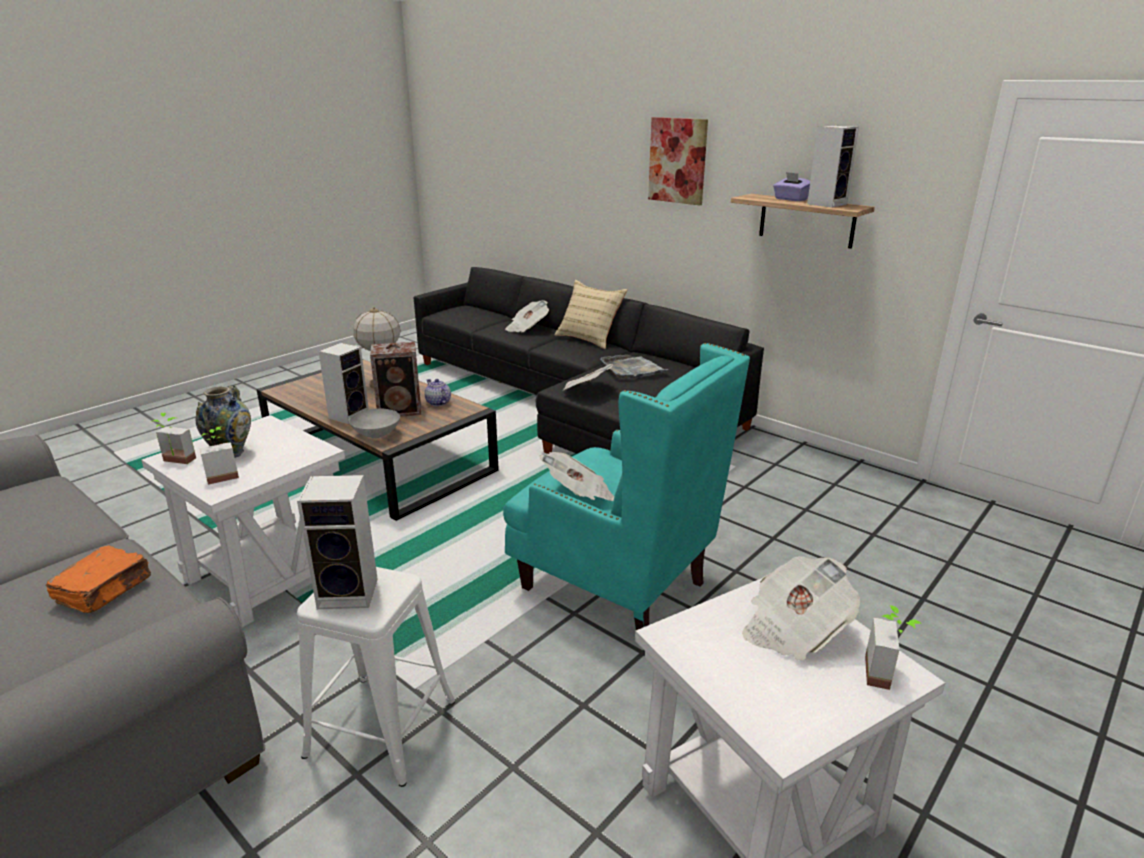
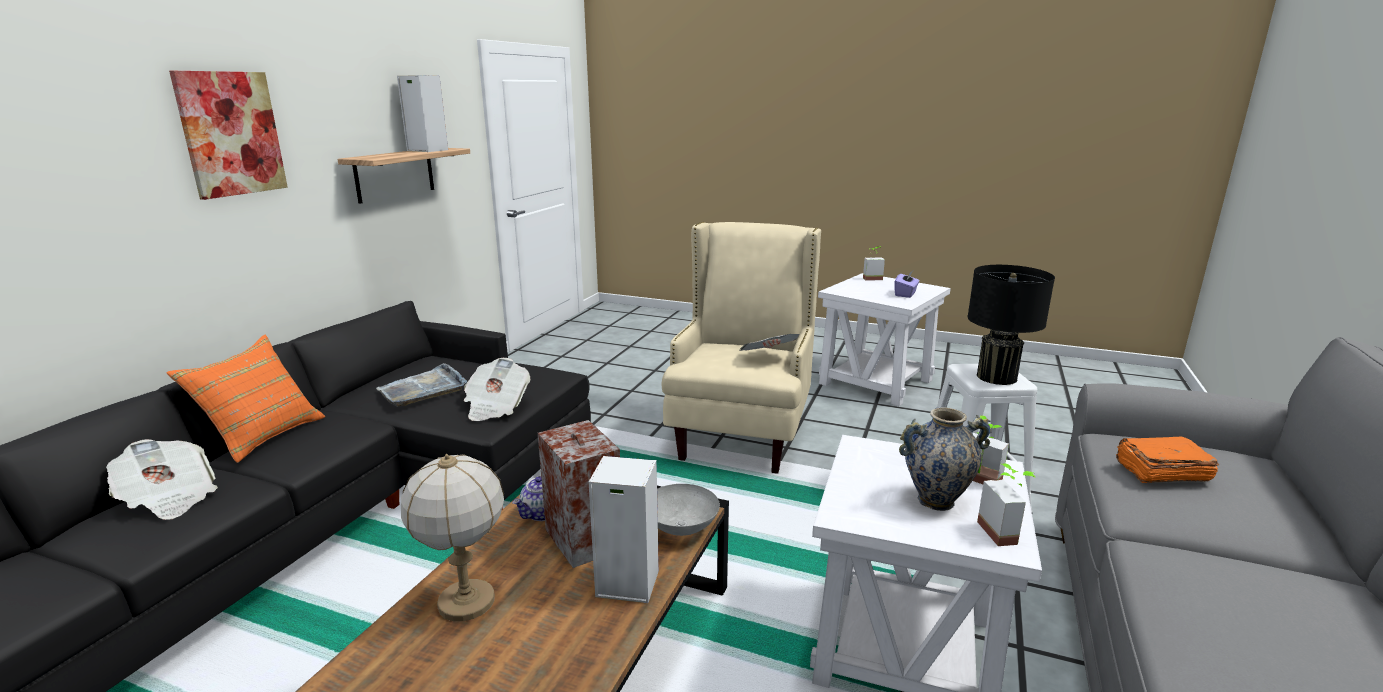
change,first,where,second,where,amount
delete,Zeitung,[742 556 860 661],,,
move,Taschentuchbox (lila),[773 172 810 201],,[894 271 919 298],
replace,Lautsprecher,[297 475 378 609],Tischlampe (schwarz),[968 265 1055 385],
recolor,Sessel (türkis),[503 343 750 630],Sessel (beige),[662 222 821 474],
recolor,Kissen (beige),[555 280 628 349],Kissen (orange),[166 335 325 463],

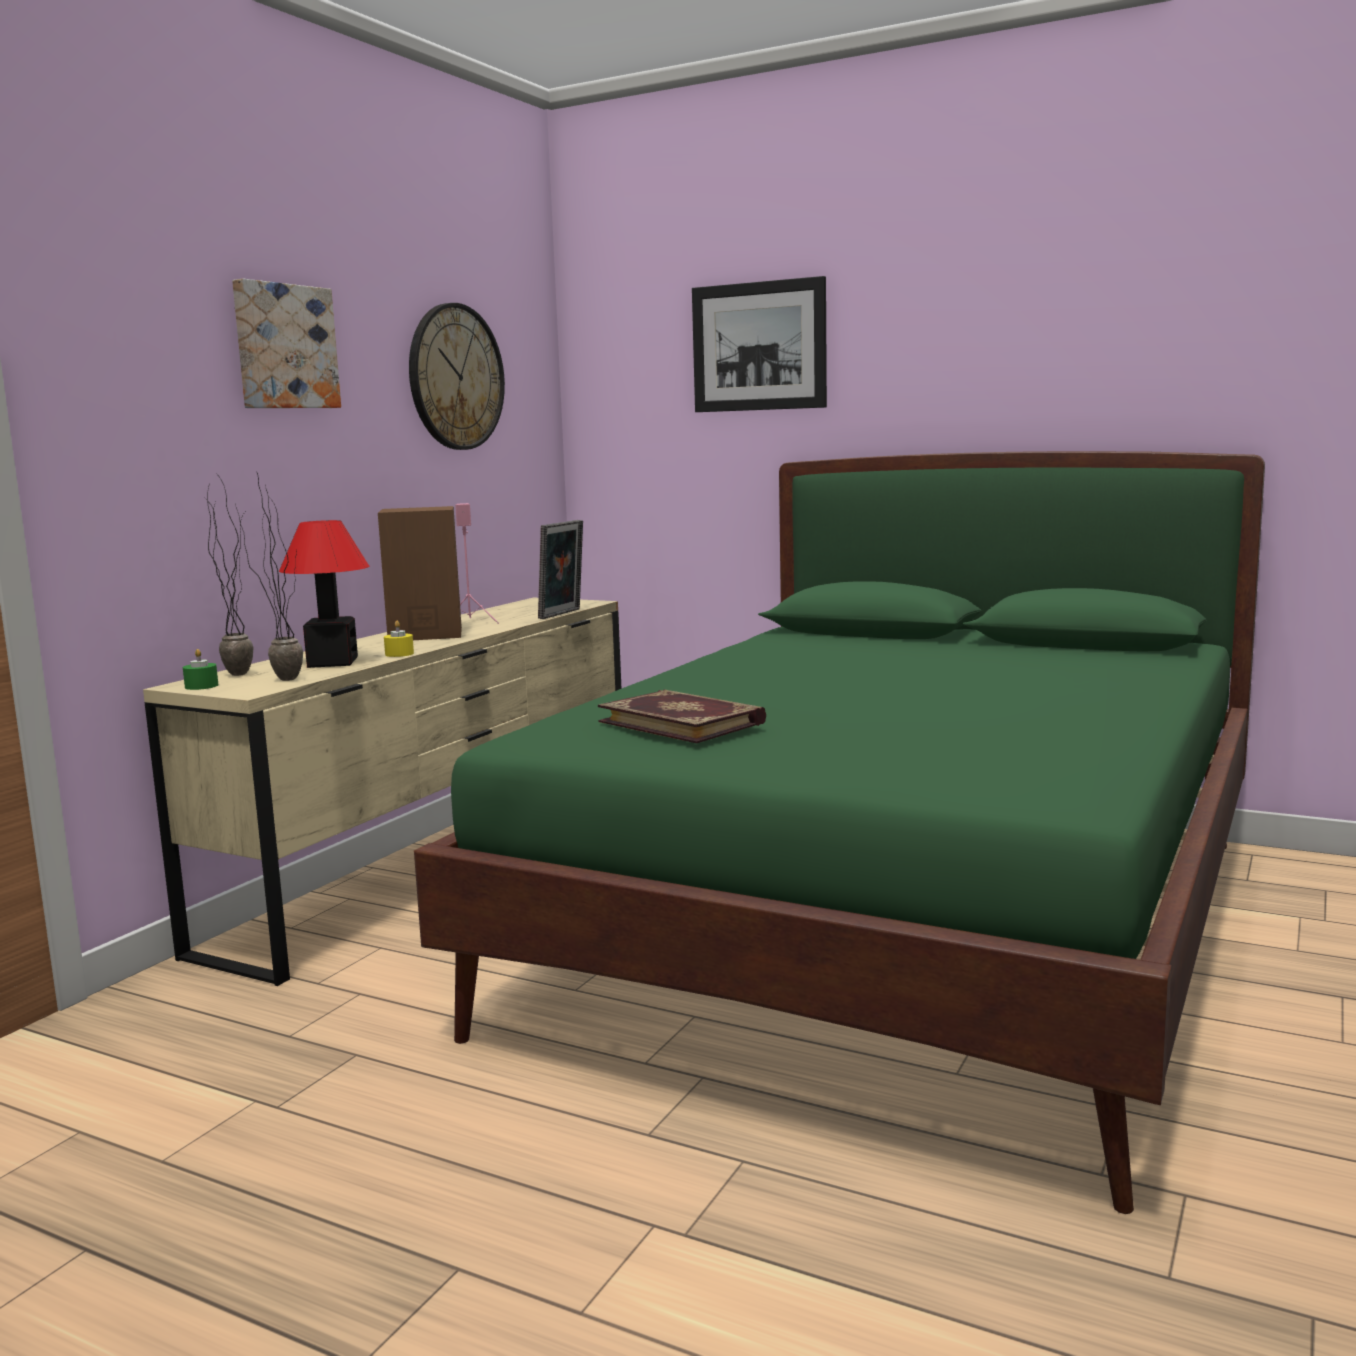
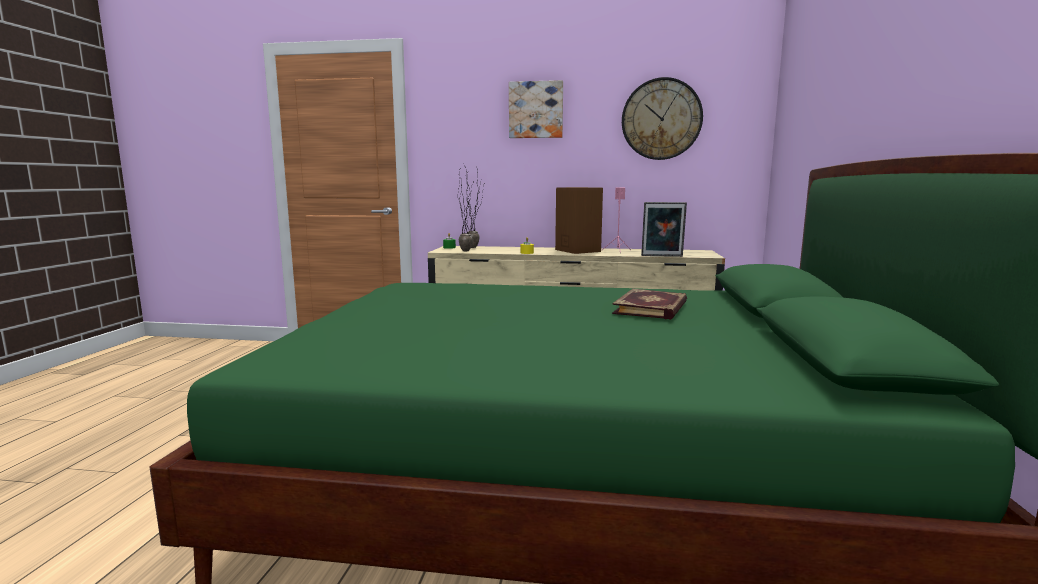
change,first,where,second,where,amount
delete,Tischlampe,[279 520 370 668],,,
delete,Bild,[692 276 827 412],,,
move,Buch,[598 689 766 743],,[612 289 687 320],

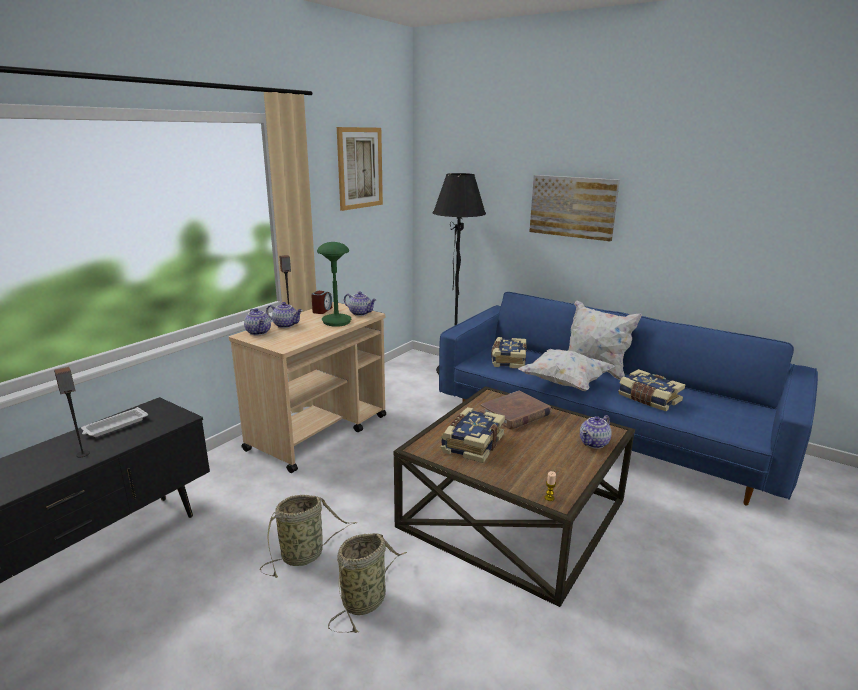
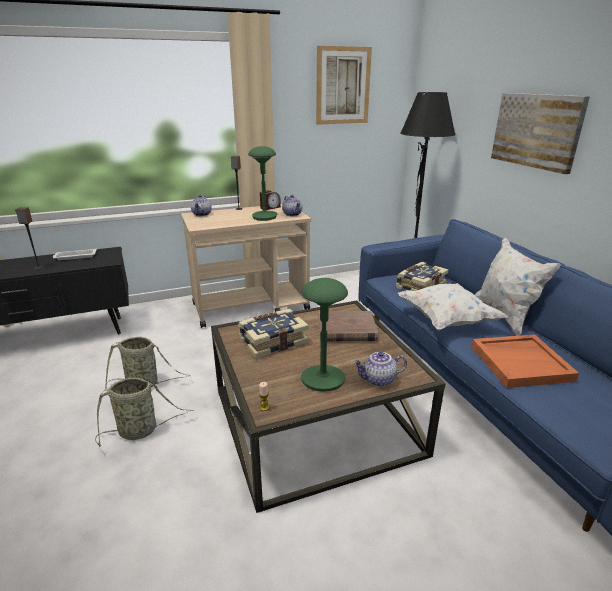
change,first,where,second,where,amount
delete,Teekanne,[266 302 303 328],,,
insert,,,Tischlampe (grün),[301 278 348 392],
replace,Buch,[618 369 685 411],Tablett (orange),[471 334 579 388],

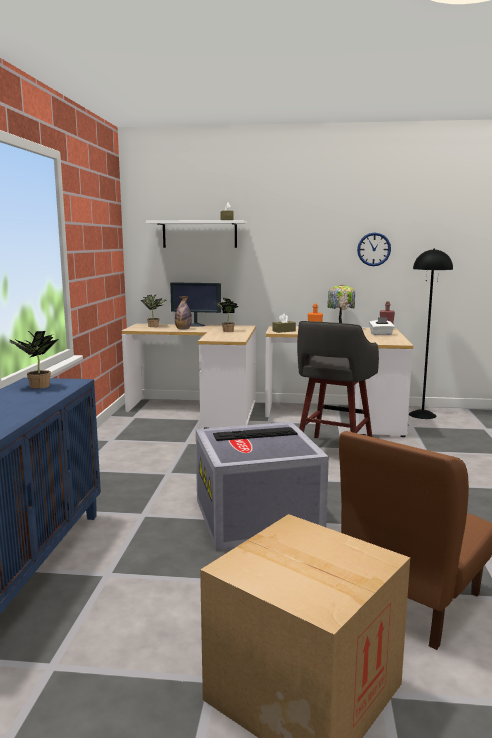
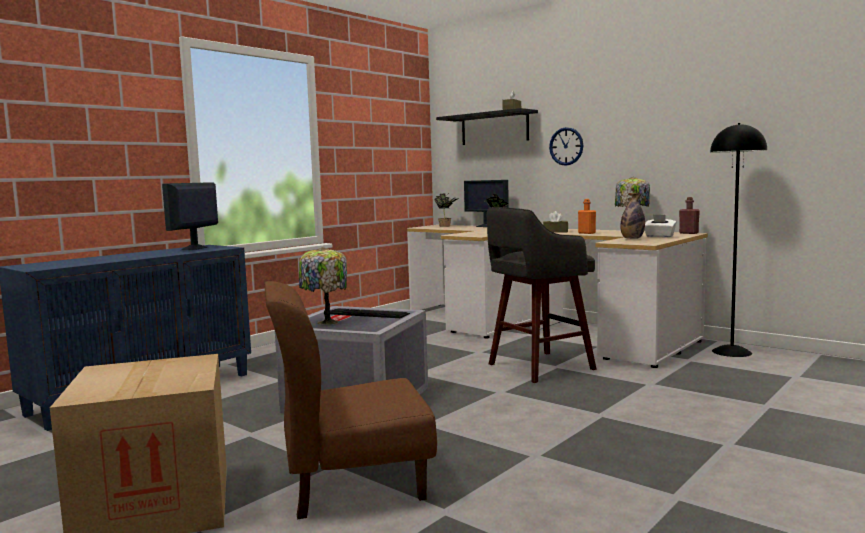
change,first,where,second,where,amount
insert,,,Tischlampe,[299 247 347 325],
move,Flasche,[175 296 192 329],,[620 193 645 239],
move,Wanduhr,[357 233 391 266],,[549 127 584 166],
replace,Topfpflanze,[10 330 59 389],Monitor,[162 182 218 250],
recolor,Wandregal (weiß),[146 220 247 248],Wandregal (schwarz),[436 108 538 145],

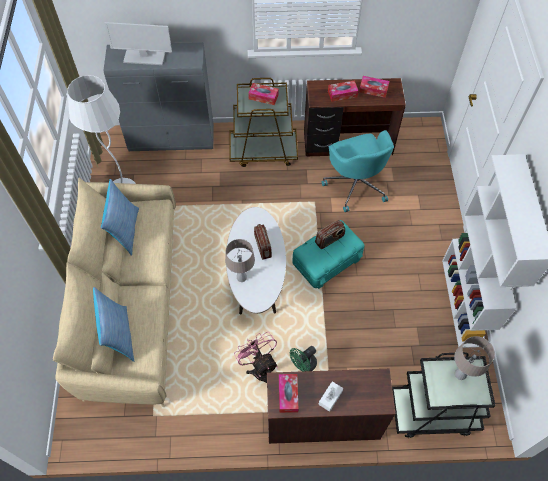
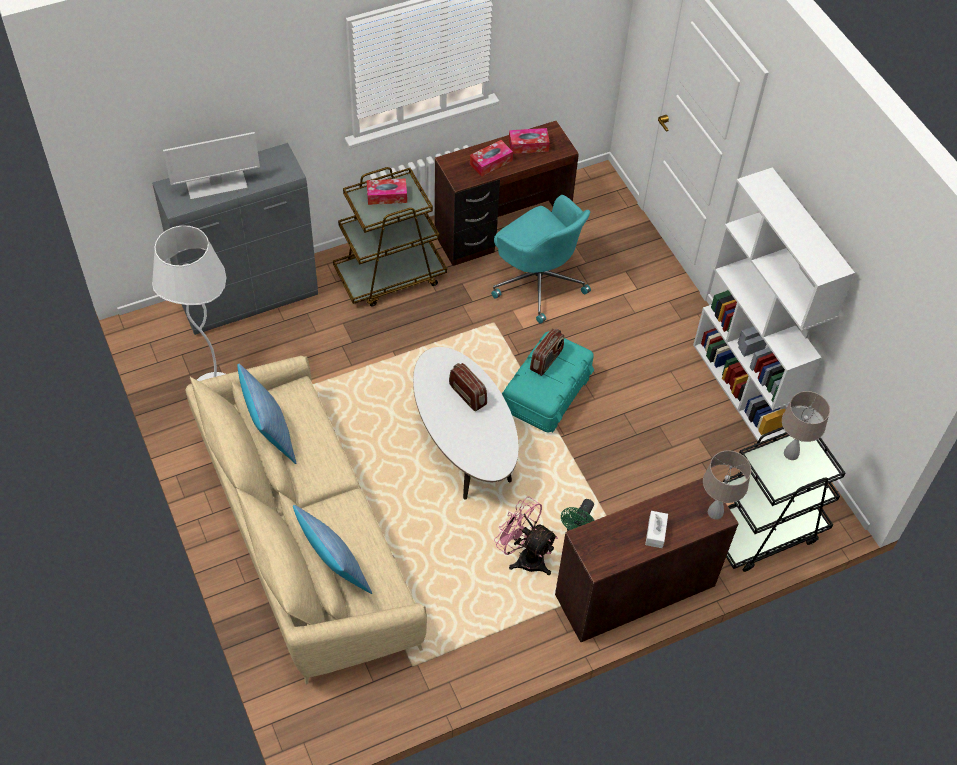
change,first,where,second,where,amount
delete,Taschentuchbox,[279 374 298 413],,,
move,Tischlampe (beige),[225 239 255 282],,[703 450 751 519],

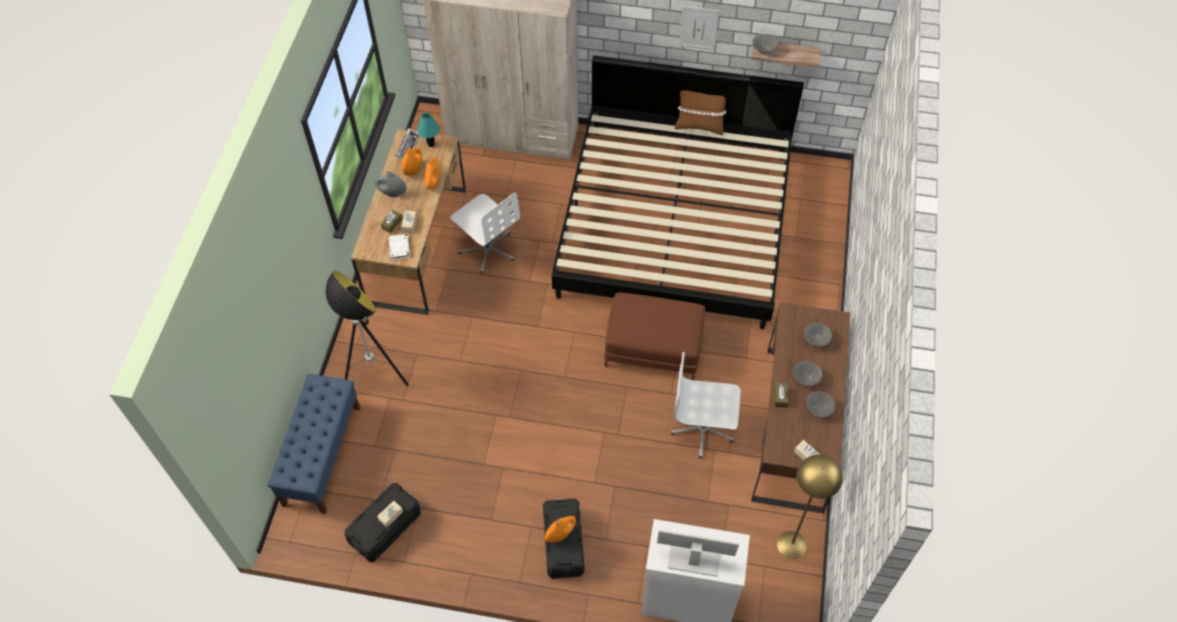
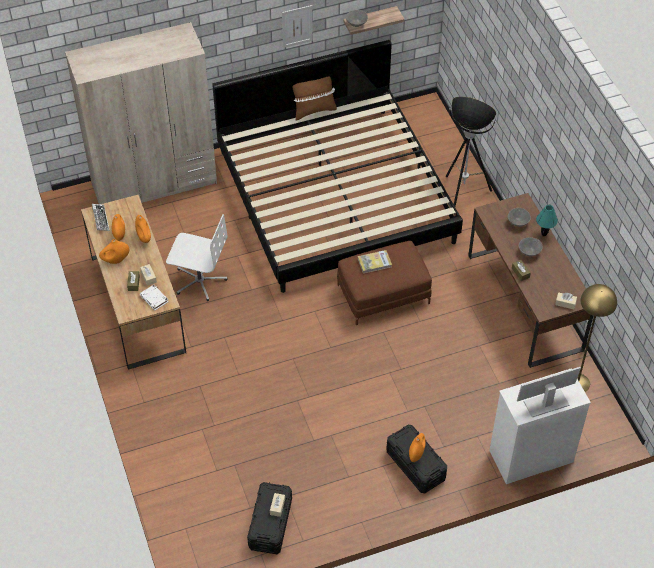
change,first,where,second,where,amount
delete,Bank (blau),[267 374 360 514],,,
delete,Bürostuhl (weiß),[671 352 741 458],,,
delete,Schüssel (grau),[807 391 836 417],,,
insert,,,Buch,[358 250 392 274],
move,Stehlampe,[325 271 409 386],,[446 96 496 206],
move,Tischlampe (türkis),[417 112 440 147],,[536 205 558 236],
recolor,Vase (grau),[374 171 406 197],Vase (orange),[99 239 129 264],

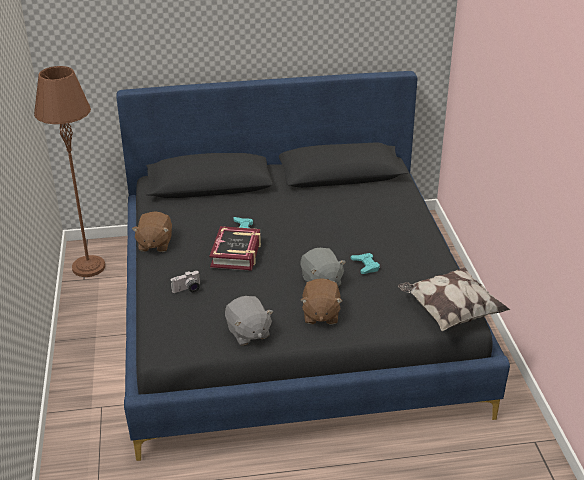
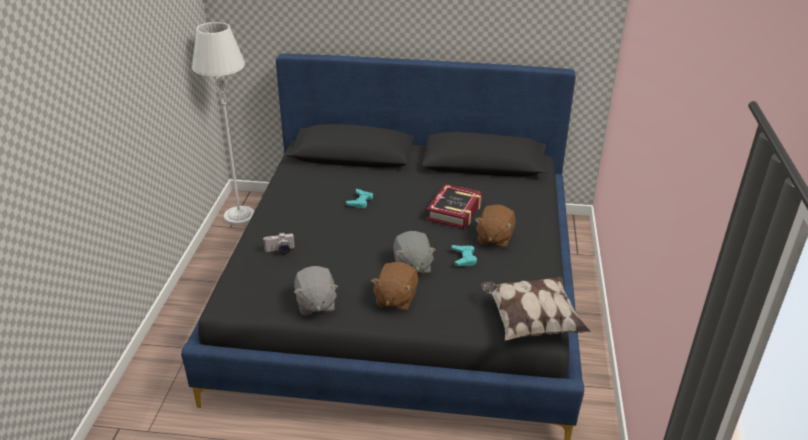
change,first,where,second,where,amount
move,Plüschtier (braun),[132 211 172 252],,[475 205 516 248],
move,Buch,[209 226 261 271],,[426 184 482 230],
recolor,Stehlampe (braun),[34 66 105 277],Stehlampe (grau),[192 22 255 226],

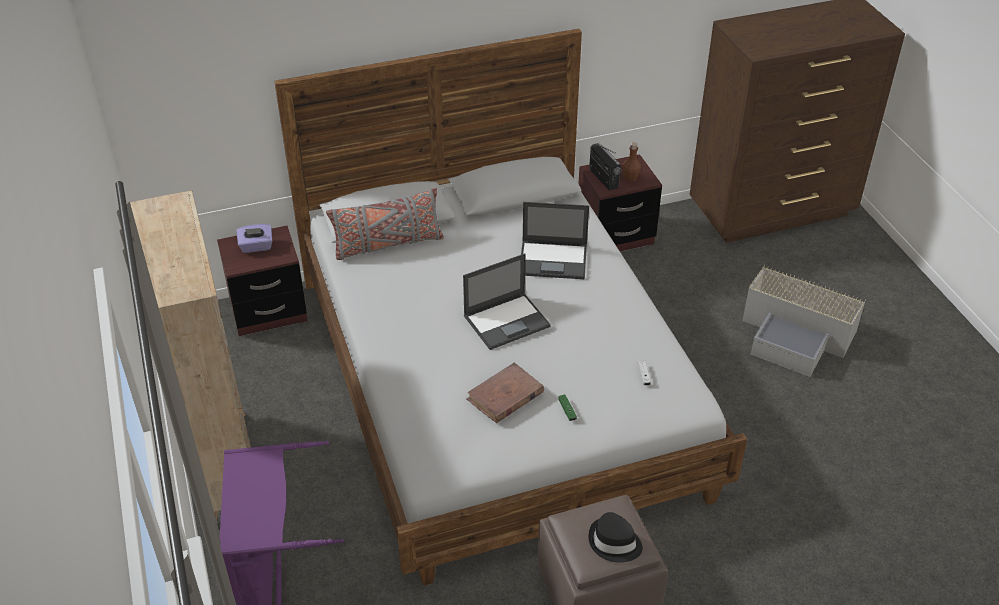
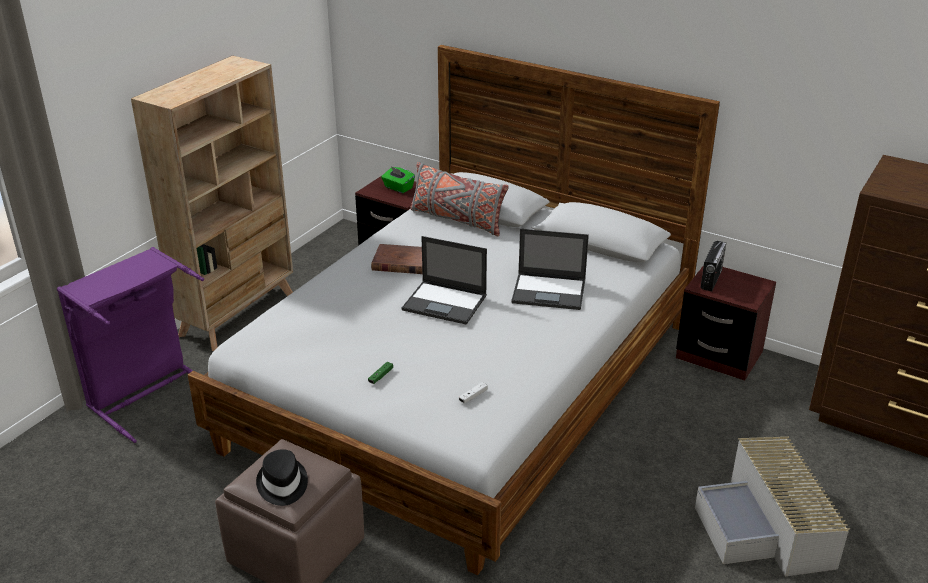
change,first,where,second,where,amount
delete,Flasche (braun),[622 142 642 182],,,
move,Buch (braun),[466 363 544 423],,[371 244 422 274],
recolor,Taschentuchbox (lila),[236 224 273 253],Taschentuchbox (grün),[381 166 415 193],
rotate,Laptop,[521 202 589 279],,[511 229 589 310],45 degrees counterclockwise

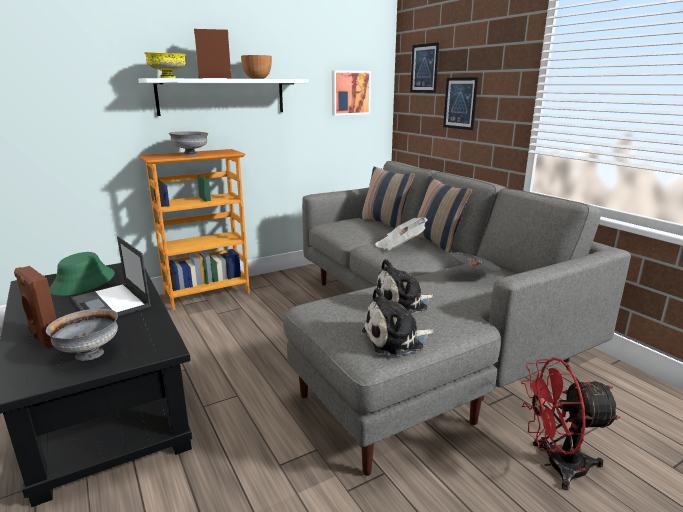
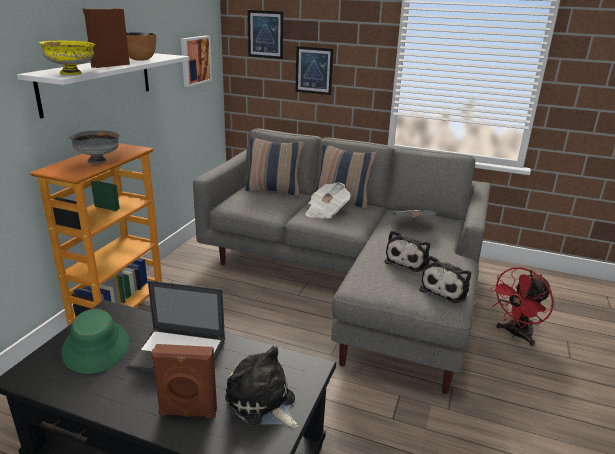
change,first,where,second,where,amount
replace,Schüssel (grau),[46 309 118 361],Plüschtier,[225 346 298 428],

